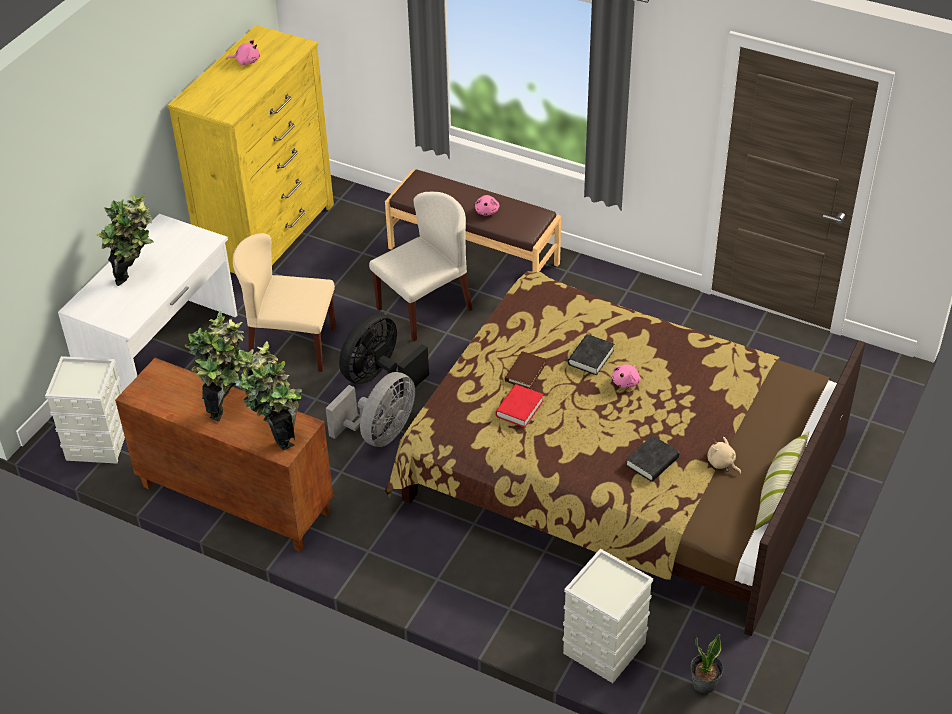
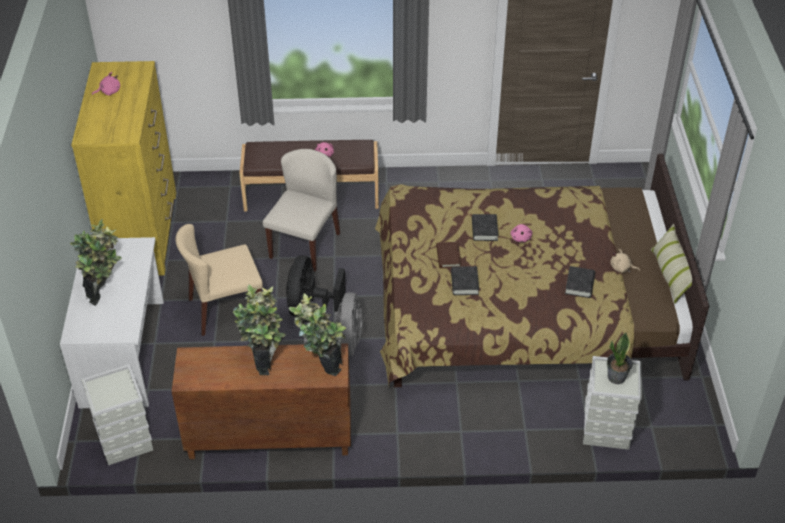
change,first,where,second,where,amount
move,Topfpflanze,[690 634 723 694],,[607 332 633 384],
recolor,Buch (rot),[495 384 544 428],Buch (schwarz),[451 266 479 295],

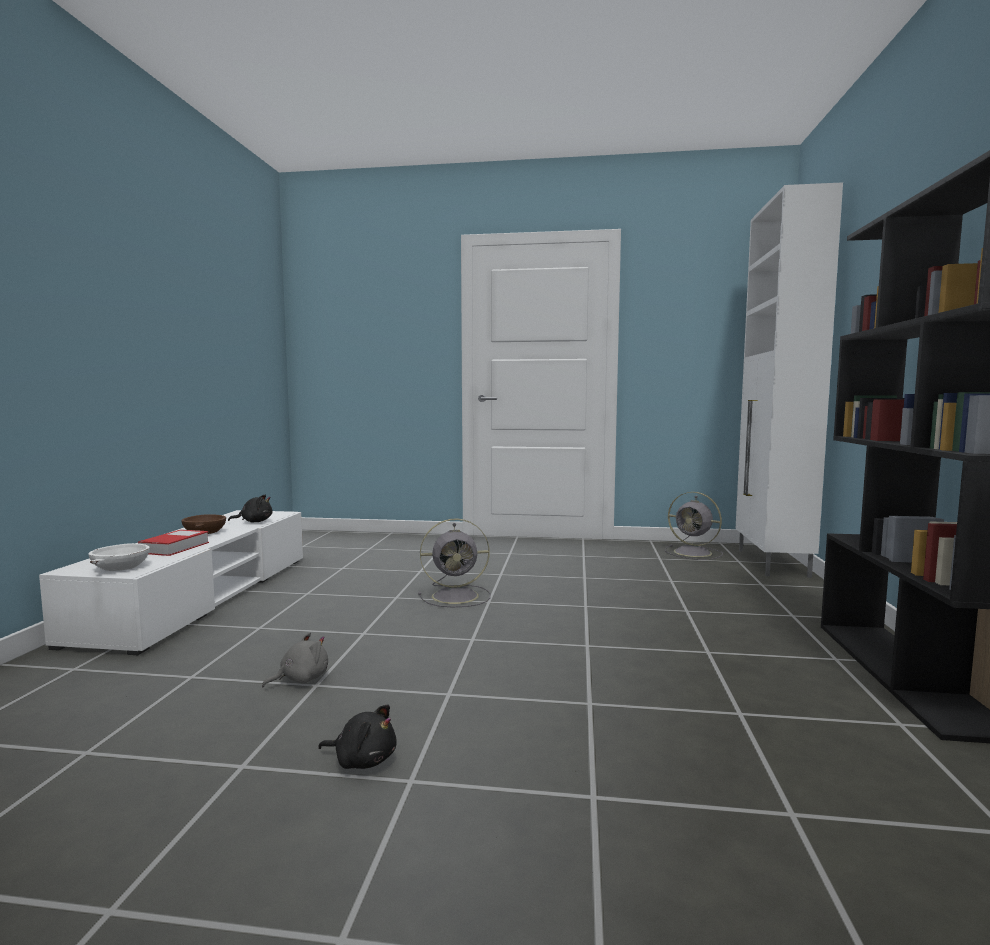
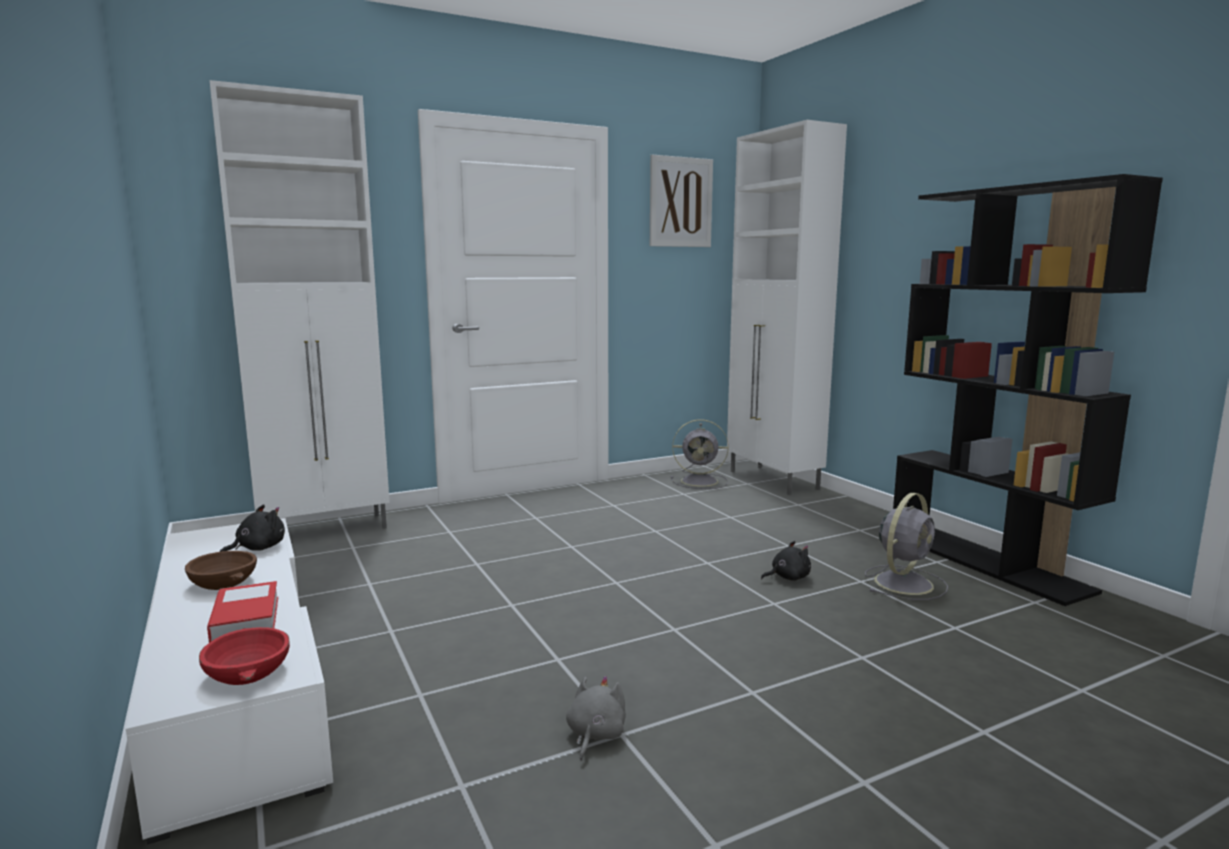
change,first,where,second,where,amount
insert,,,Schrank (weiß),[210 80 390 529],
insert,,,Bild,[650 155 713 247],
move,Plüschtier (schwarz),[318 704 397 769],,[761 541 811 581],
move,Ventilator (grau),[418 518 490 608],,[865 493 948 600],
recolor,Schüssel (weiß),[89 543 150 571],Schüssel (rot),[199 627 290 685],

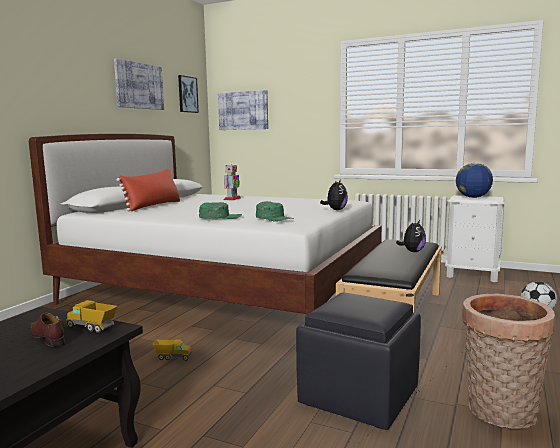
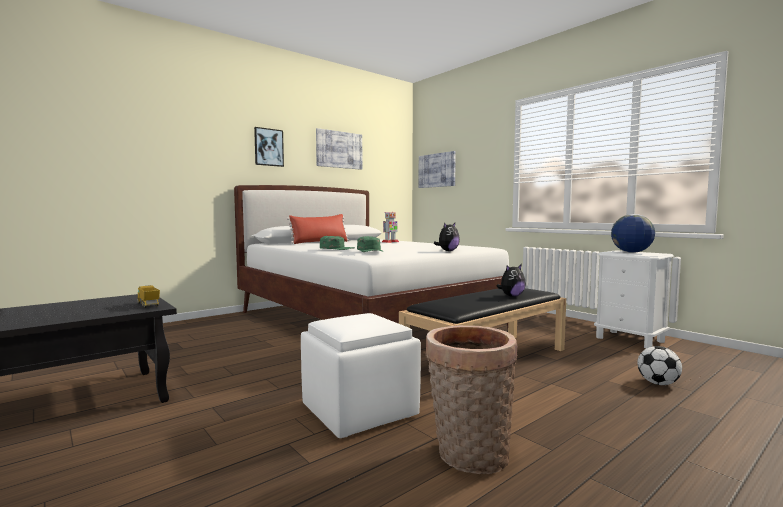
change,first,where,second,where,amount
delete,Schuh (braun),[31 312 65 347],,,
delete,Spielzeuglaster,[152 339 192 361],,,
move,Bild,[178 75 199 113],,[254 127 284 167],
recolor,Polsterhocker (schwarz),[296 293 421 430],Polsterhocker (weiß),[301 313 421 438],

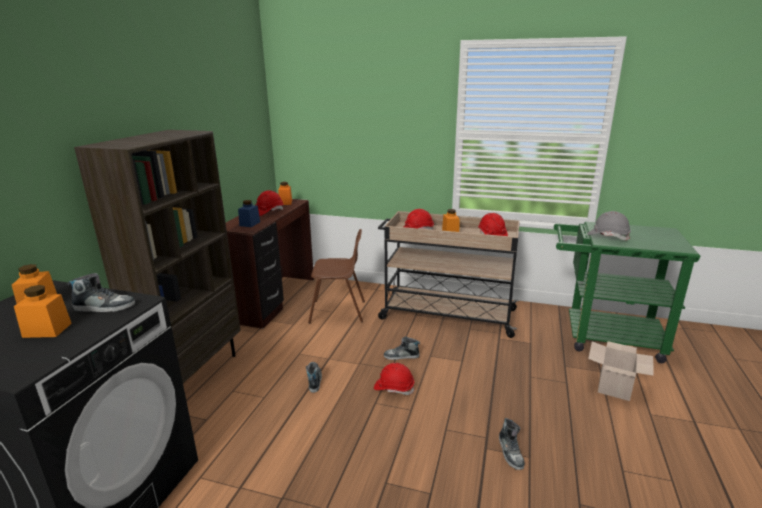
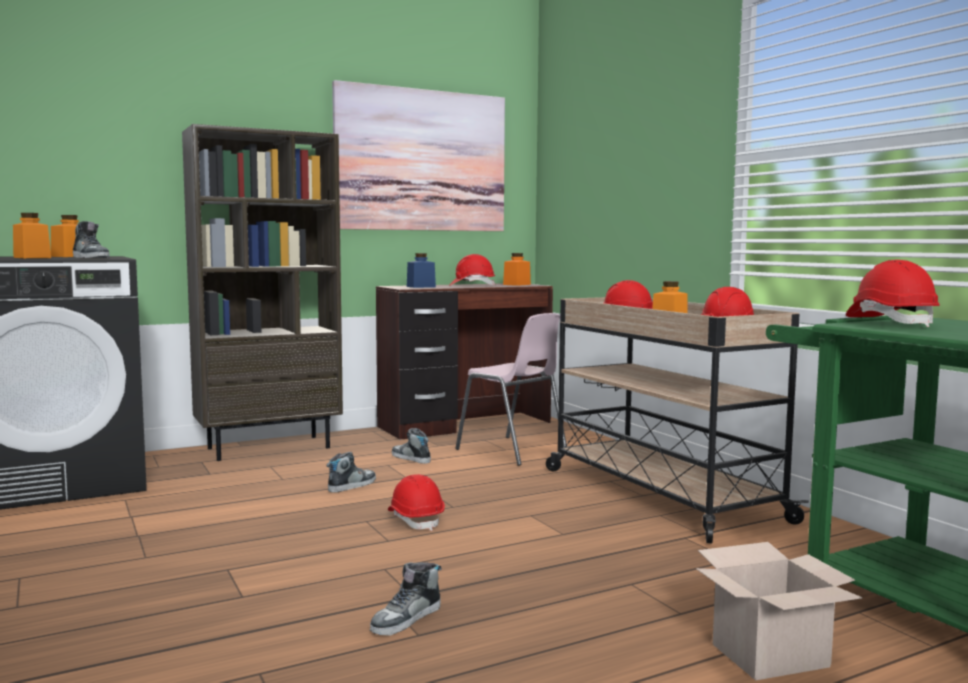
change,first,where,second,where,amount
insert,,,Bild,[332 80 505 231],
move,Schuh,[384 337 420 360],,[392 428 431 464],
recolor,Stuhl (braun),[308 229 365 323],Stuhl (rosa),[455 313 567 466],
recolor,Schutzhelm (grau),[587 211 631 240],Schutzhelm (rot),[846 260 940 327],

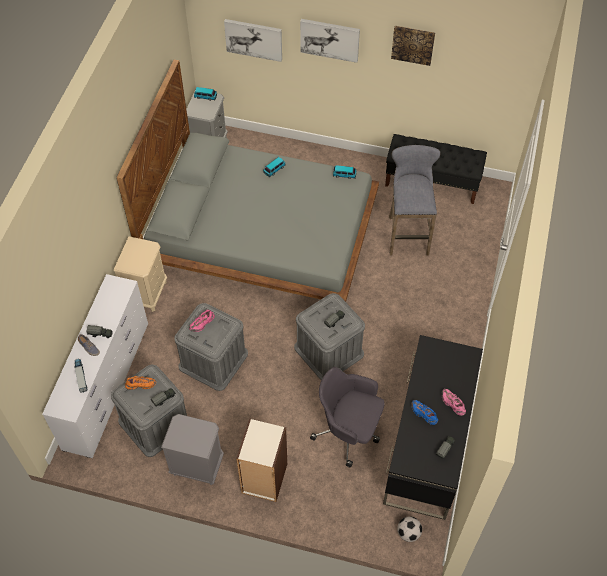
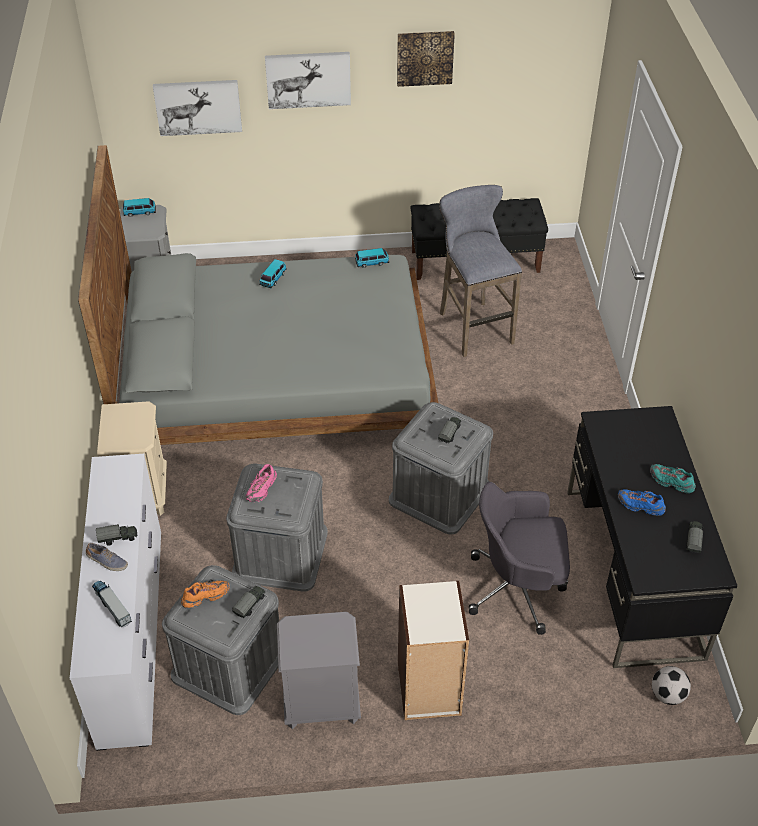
change,first,where,second,where,amount
recolor,Schuh (rosa),[442 389 466 416],Schuh (türkis),[650 464 696 493],

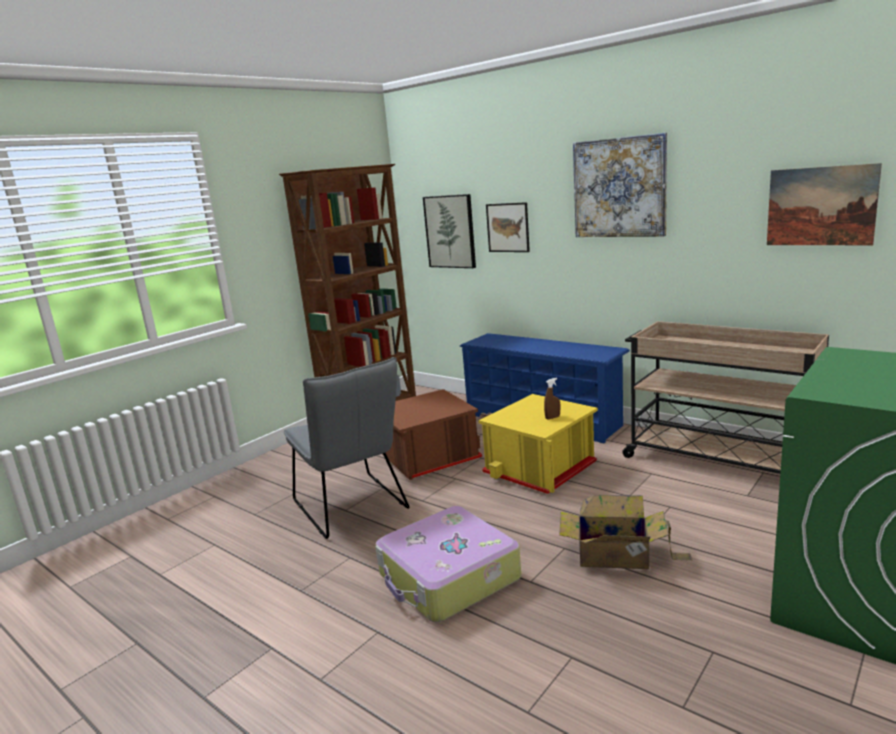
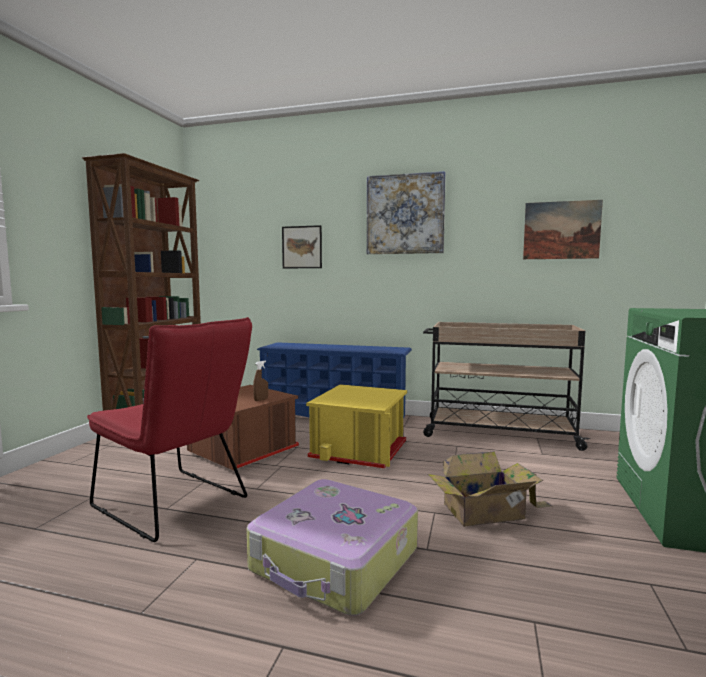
change,first,where,second,where,amount
delete,Bild,[423 194 476 268],,,
move,Sprühflasche (braun),[544 378 561 420],,[253 361 268 401],
recolor,Stuhl (grau),[284 357 410 539],Stuhl (rot),[87 317 252 542],

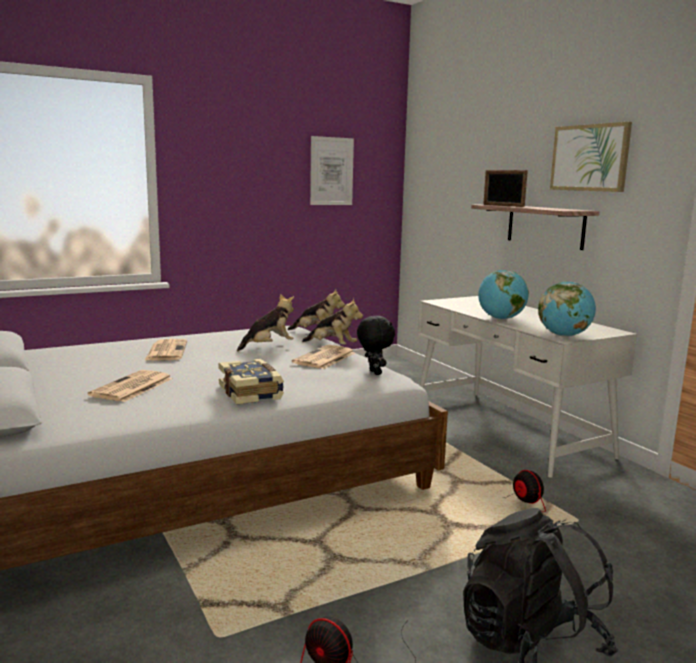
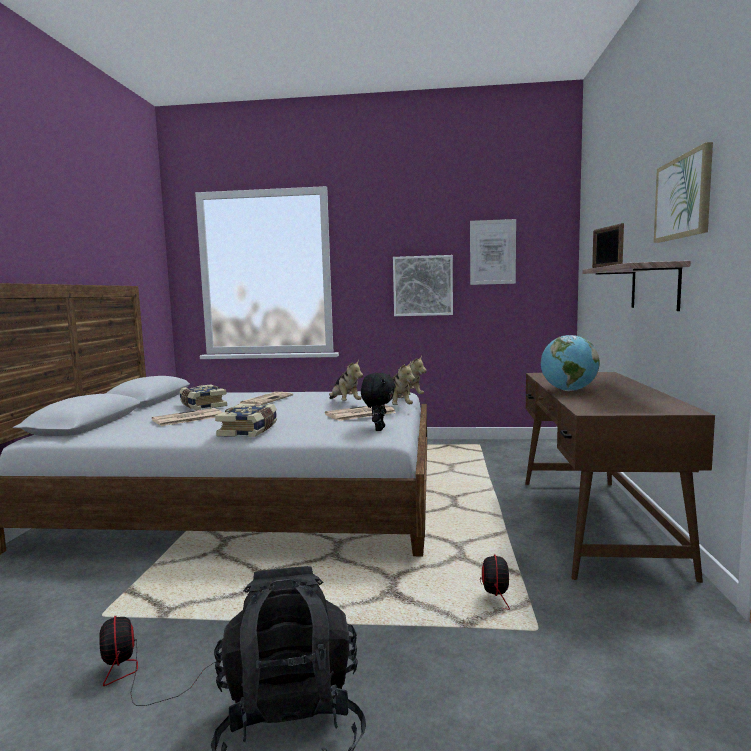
change,first,where,second,where,amount
delete,Globus,[538 281 596 337],,,
insert,,,Buch,[179 385 227 410],
insert,,,Bild,[393 255 453 316],
recolor,Schreibtisch (weiß),[418 296 637 478],Schreibtisch (braun),[525 372 715 583],
rotate,Plüschtier,[237 294 294 351],,[329 359 363 401],60 degrees clockwise

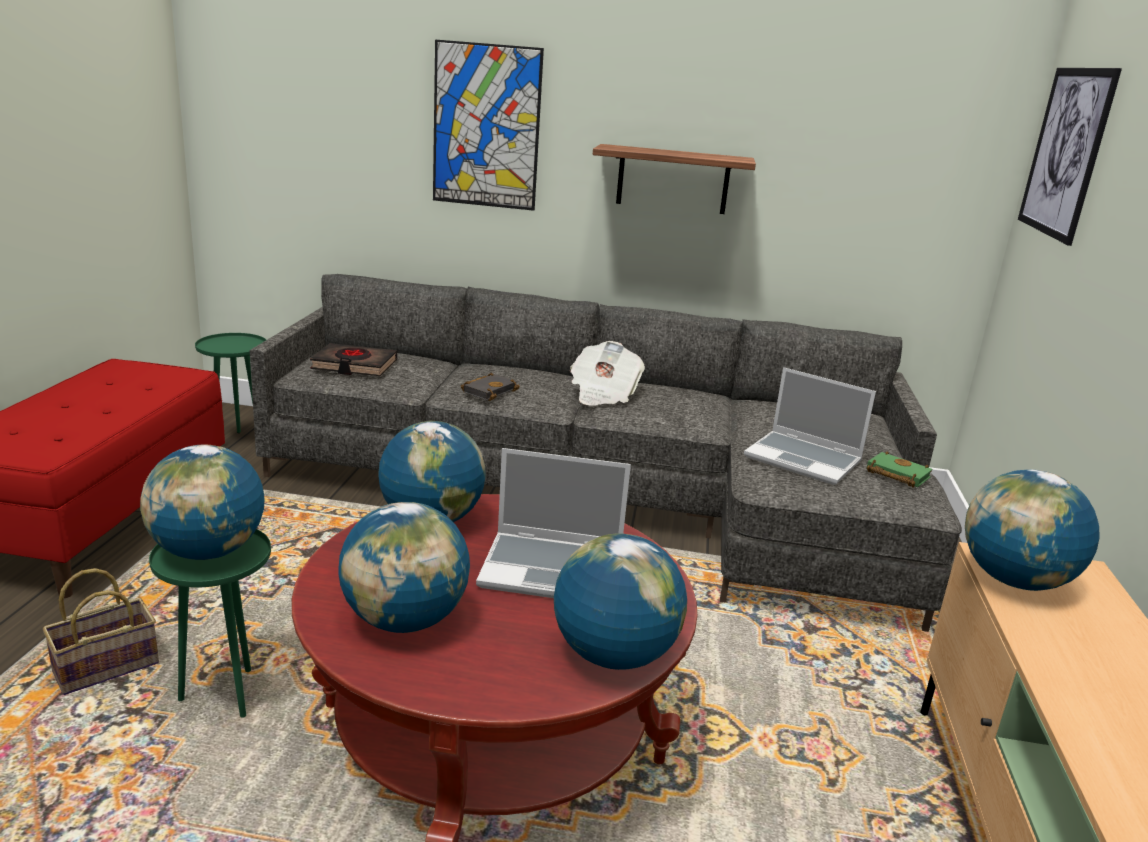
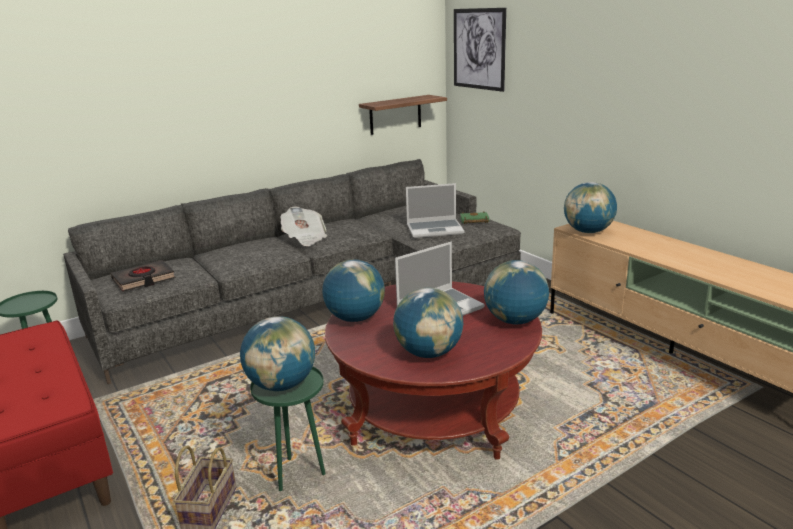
change,first,where,second,where,amount
delete,Bild,[433 39 544 211],,,
delete,Buch (schwarz),[461 373 520 401],,,
move,Wandregal,[593 144 756 214],,[359 95 447 135],

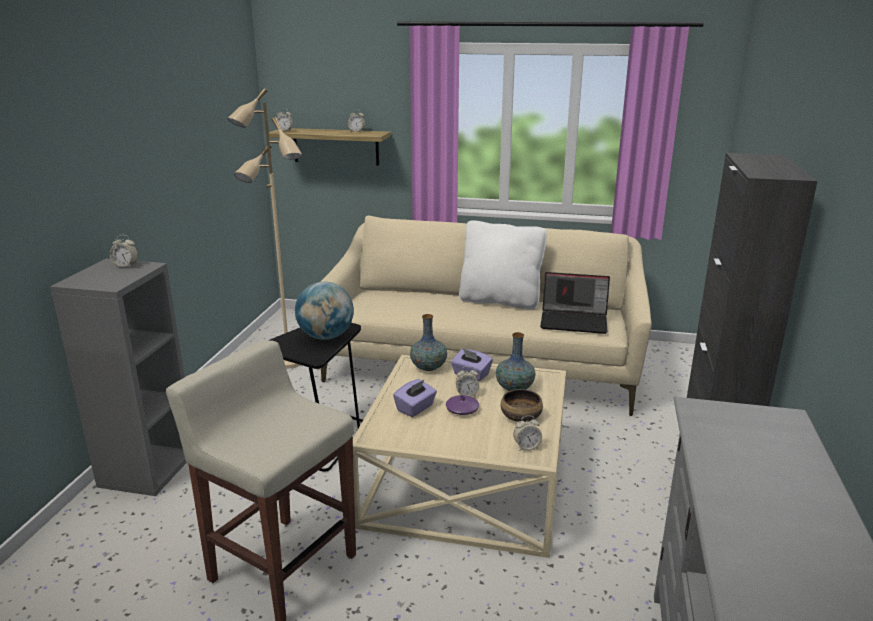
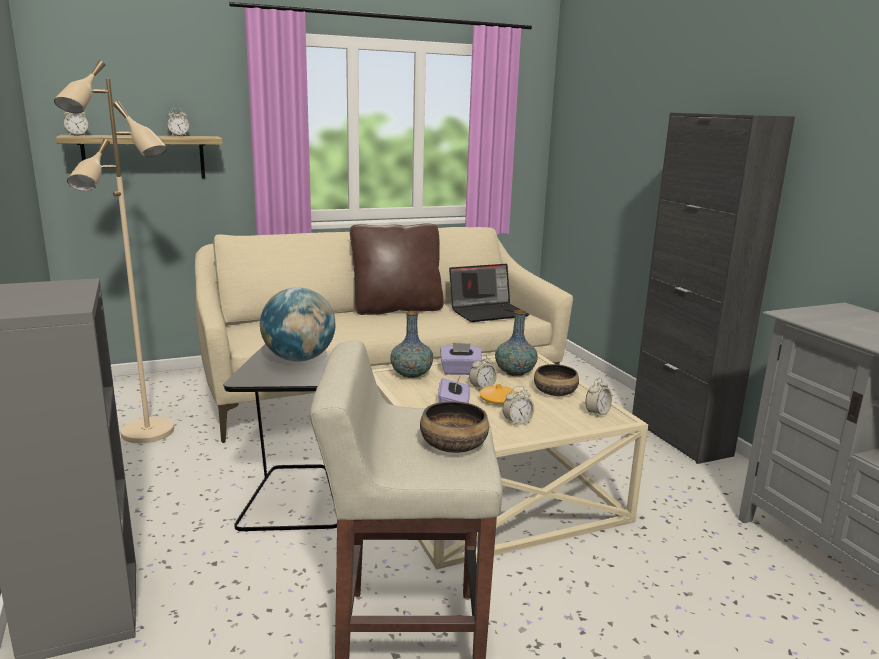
change,first,where,second,where,amount
insert,,,Schüssel,[420 401 489 453],
move,Wecker,[109 235 138 268],,[503 386 534 425],
recolor,Vase (lila),[446 395 479 415],Vase (orange),[480 384 517 404],
recolor,Kissen (weiß),[459 220 547 310],Kissen (braun),[350 223 444 315],

